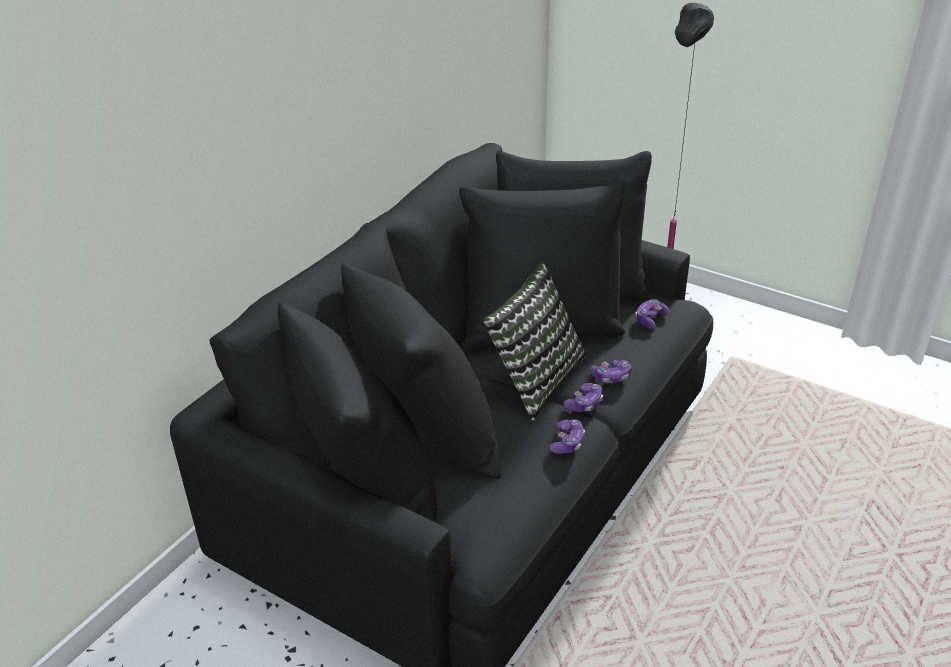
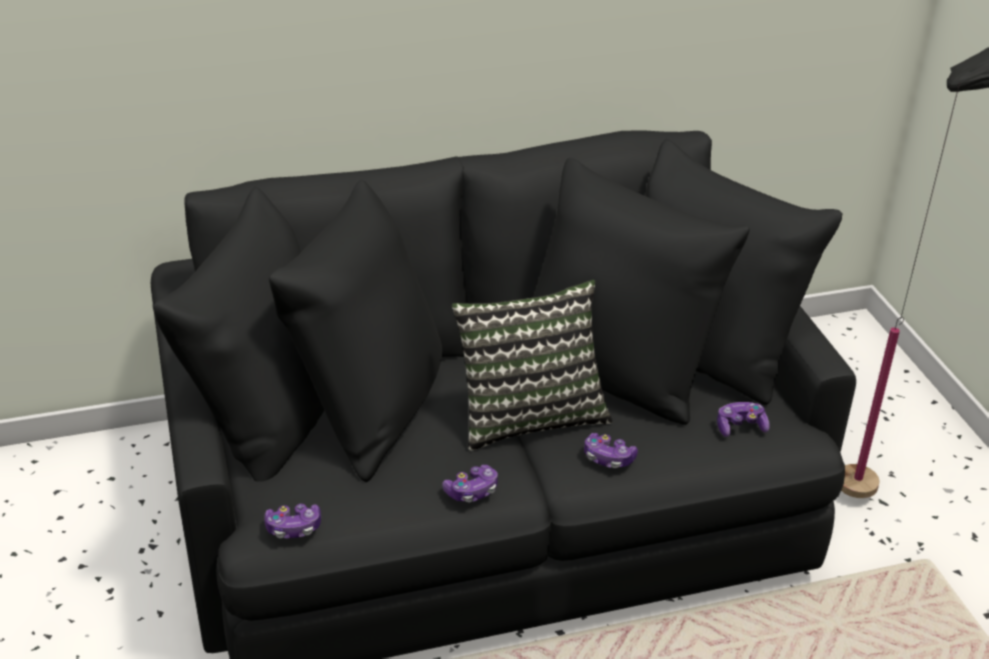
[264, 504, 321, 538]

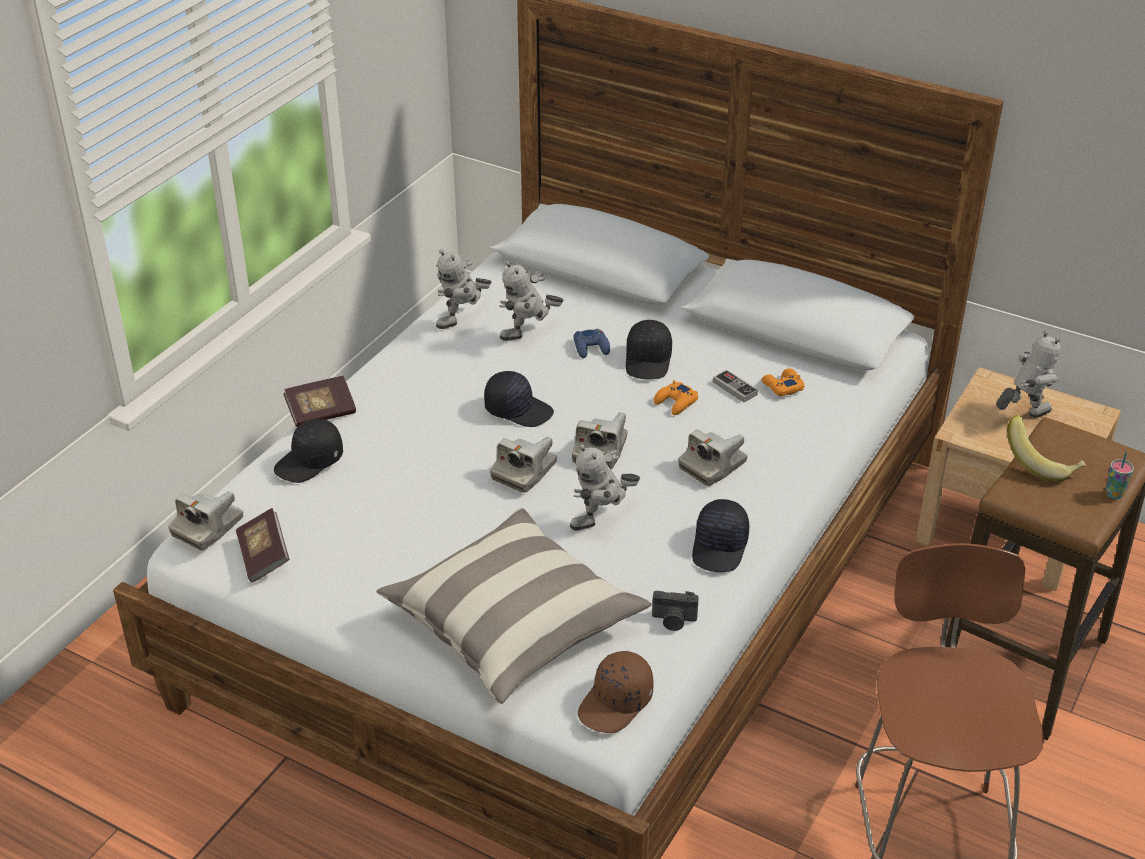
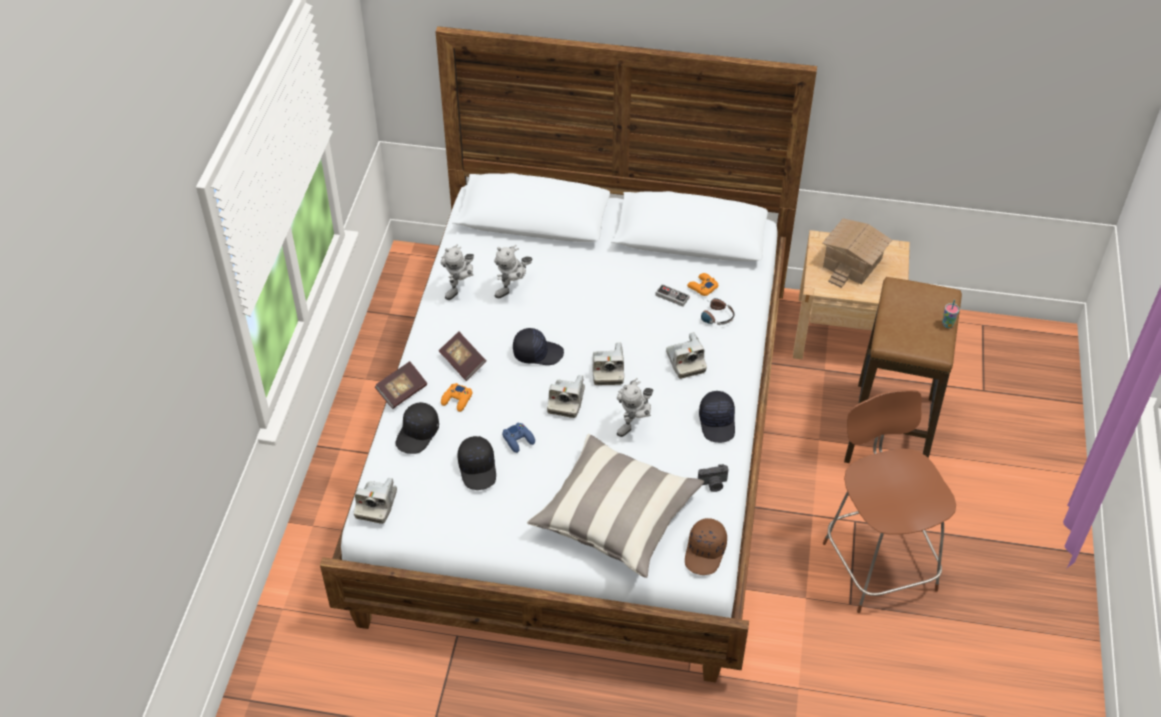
[457, 436, 496, 490]
[502, 422, 535, 453]
[822, 218, 892, 288]
[441, 383, 472, 412]
[1007, 415, 1086, 482] (first image)
[666, 332, 707, 379]
[439, 332, 486, 381]
[701, 298, 735, 325]

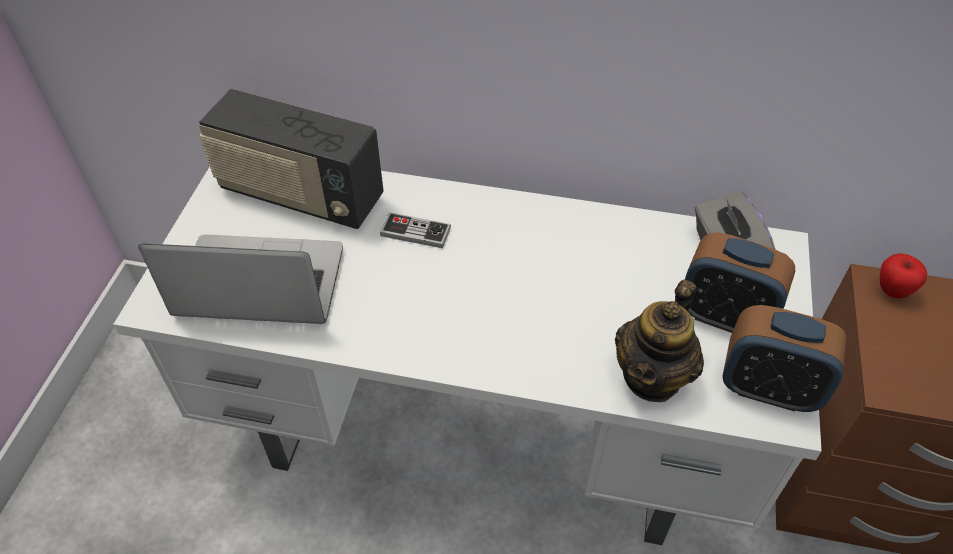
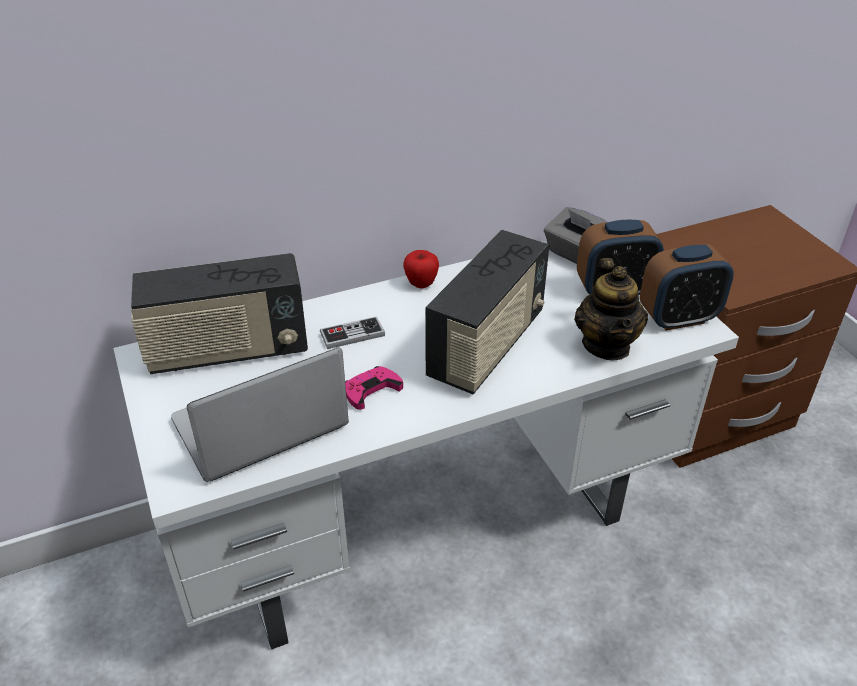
[403, 250, 439, 289]
[425, 230, 549, 394]
[345, 366, 403, 410]

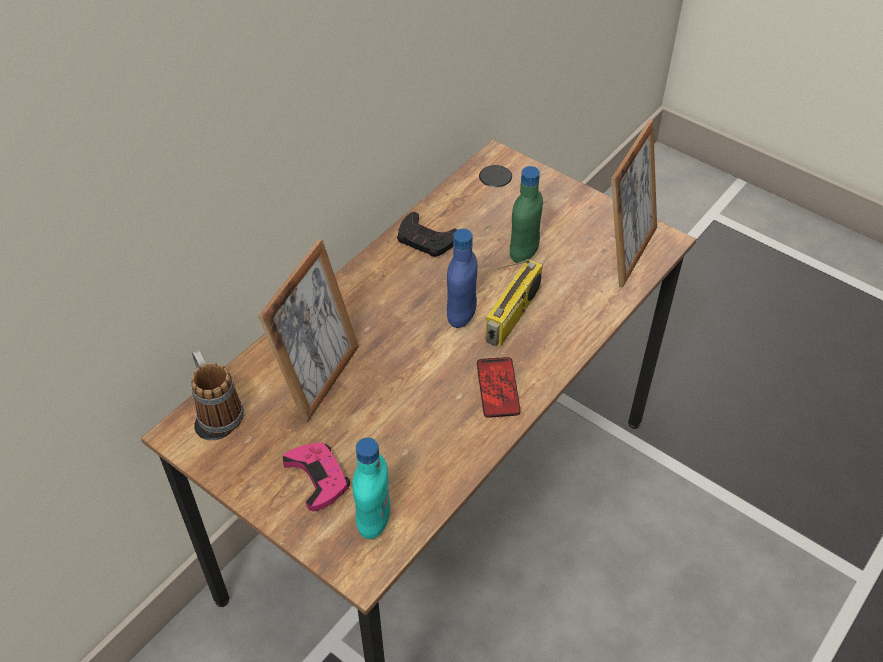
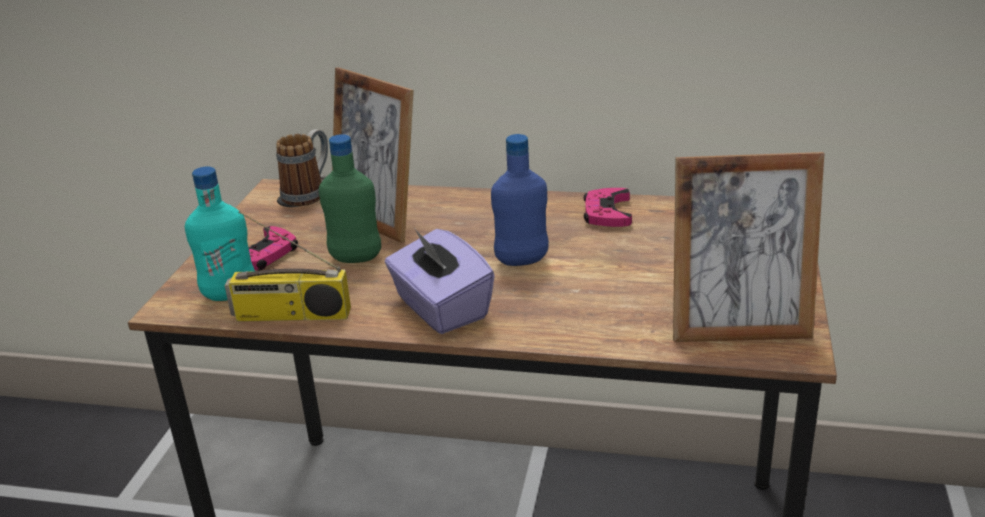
[319, 134, 381, 263]
[584, 188, 632, 227]
[332, 67, 414, 243]
[224, 211, 351, 322]
[385, 229, 495, 334]

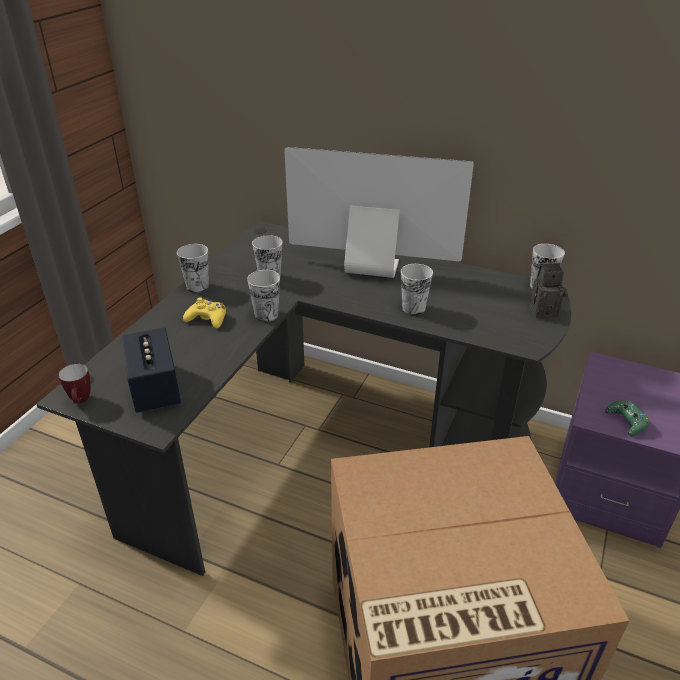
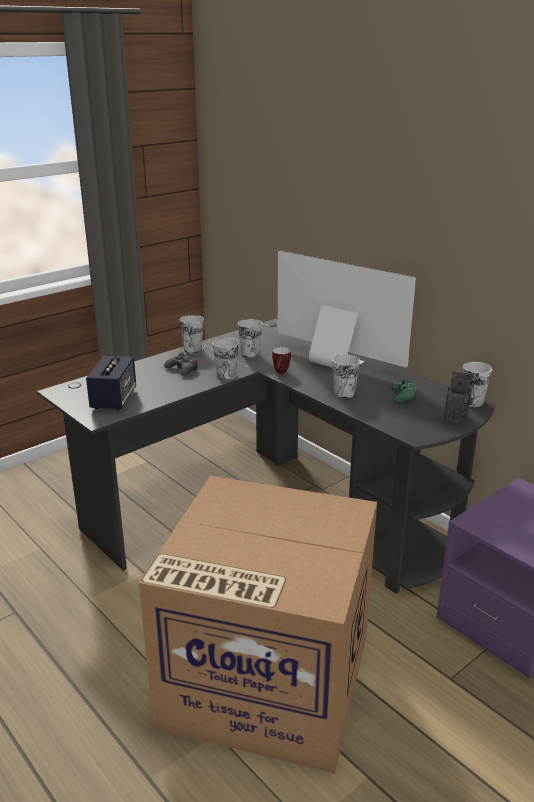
[164, 352, 198, 376]
[272, 347, 291, 374]
[392, 380, 416, 403]

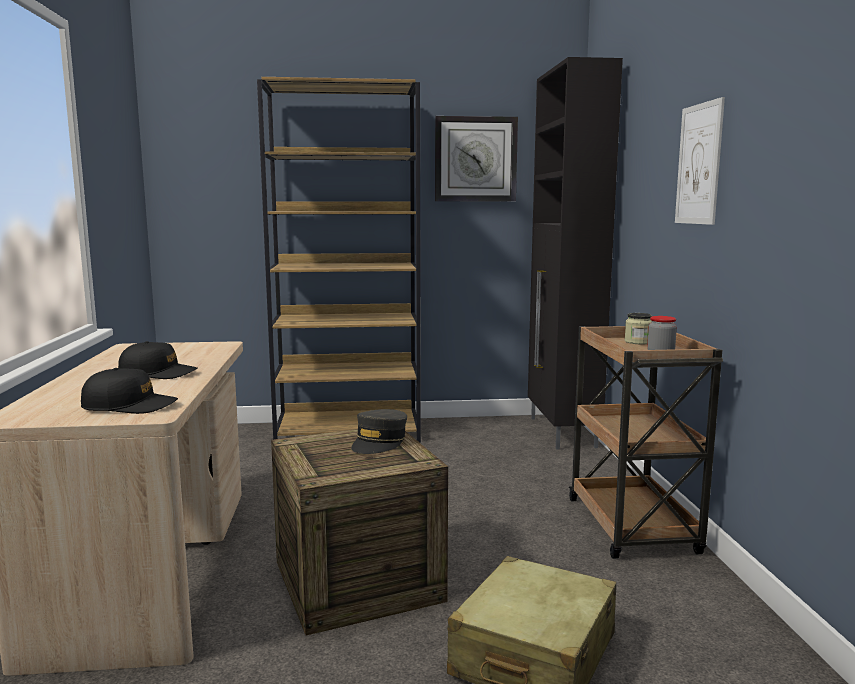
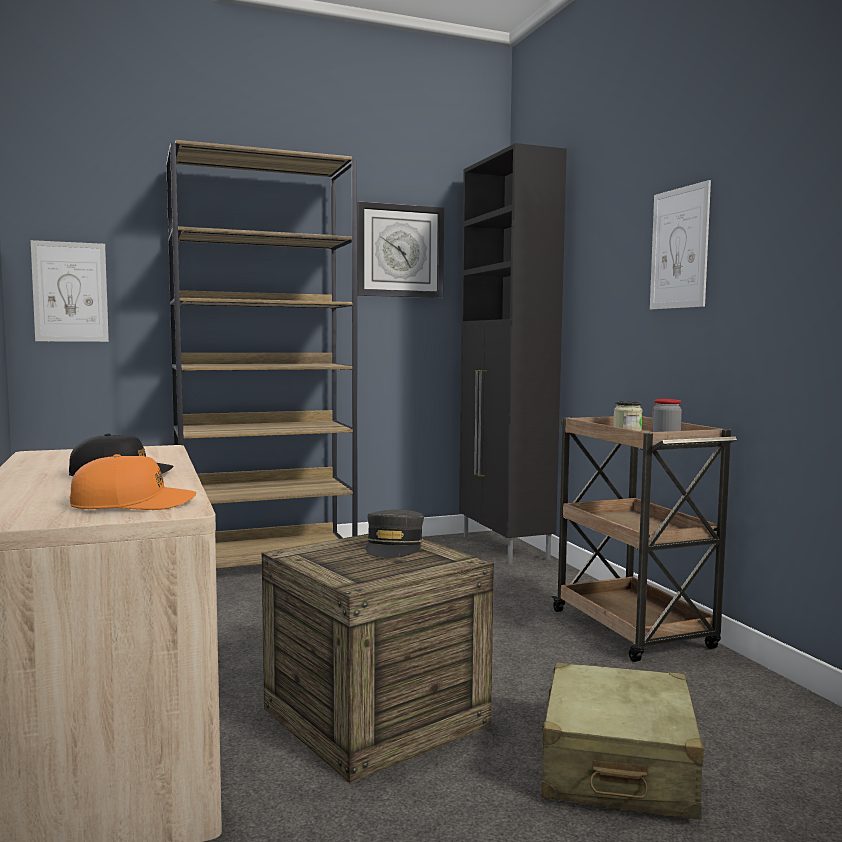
[70, 454, 197, 510]
[31, 240, 109, 342]

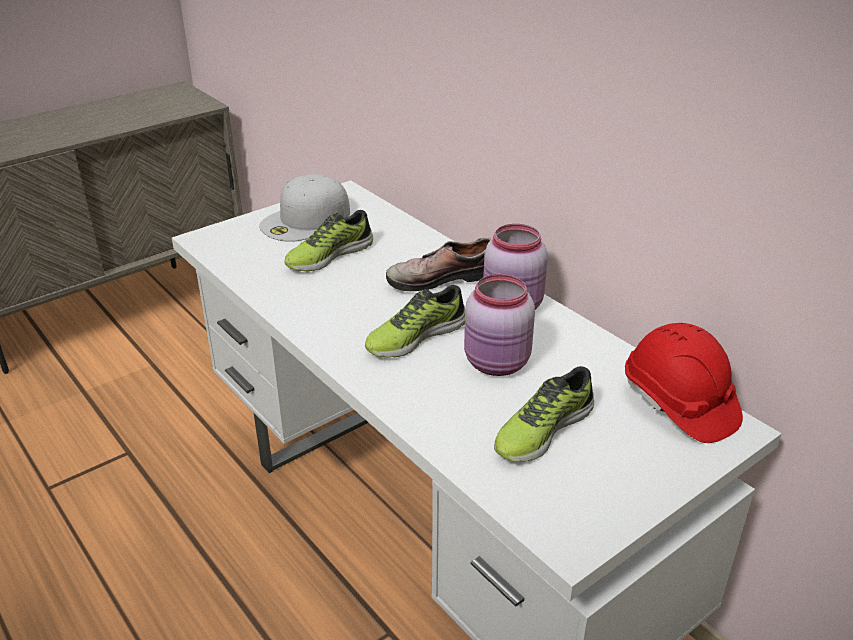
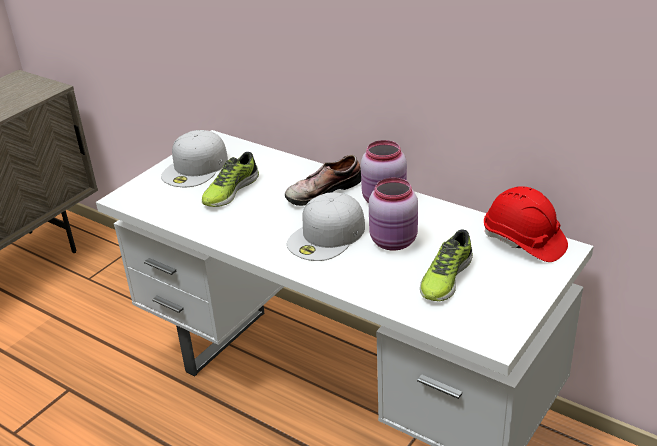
[287, 192, 365, 261]

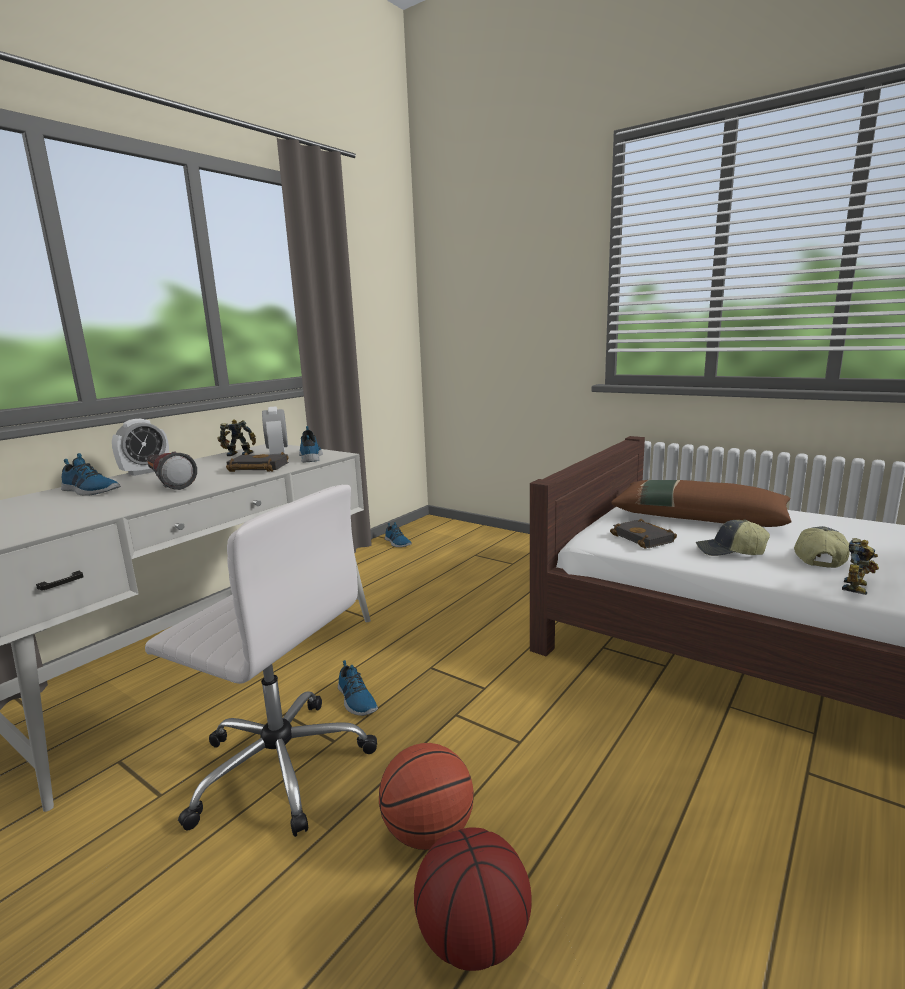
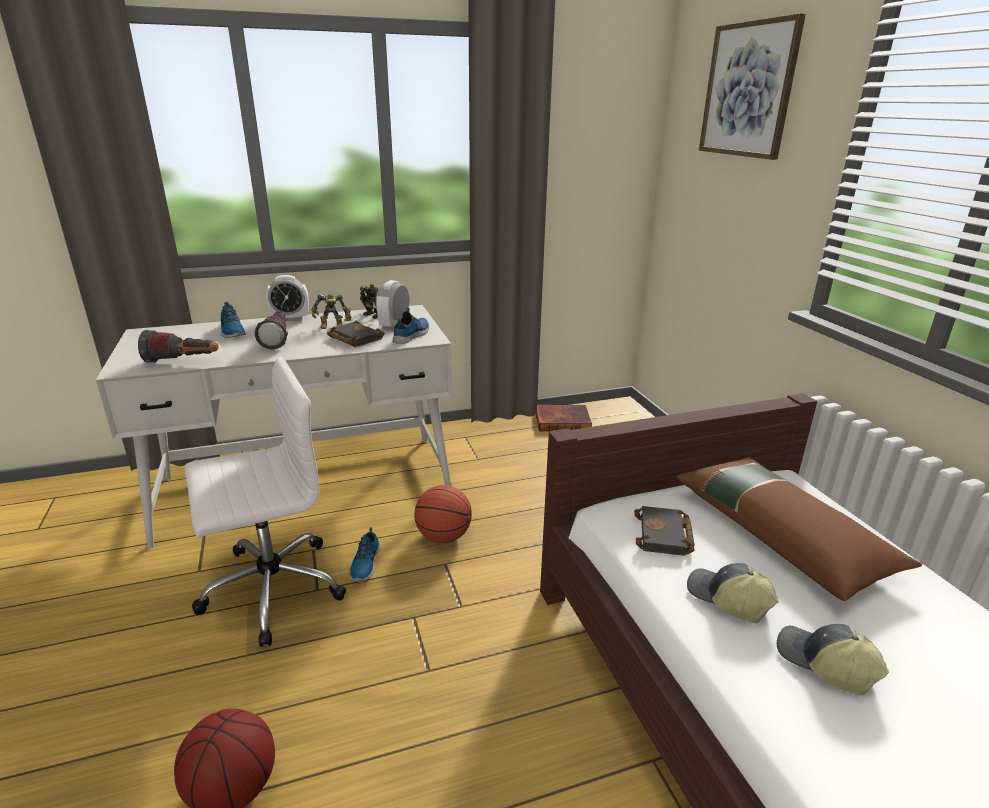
[184, 356, 346, 647]
[536, 405, 592, 431]
[777, 624, 889, 695]
[311, 294, 352, 329]
[414, 485, 472, 543]
[699, 13, 806, 160]
[138, 330, 219, 363]

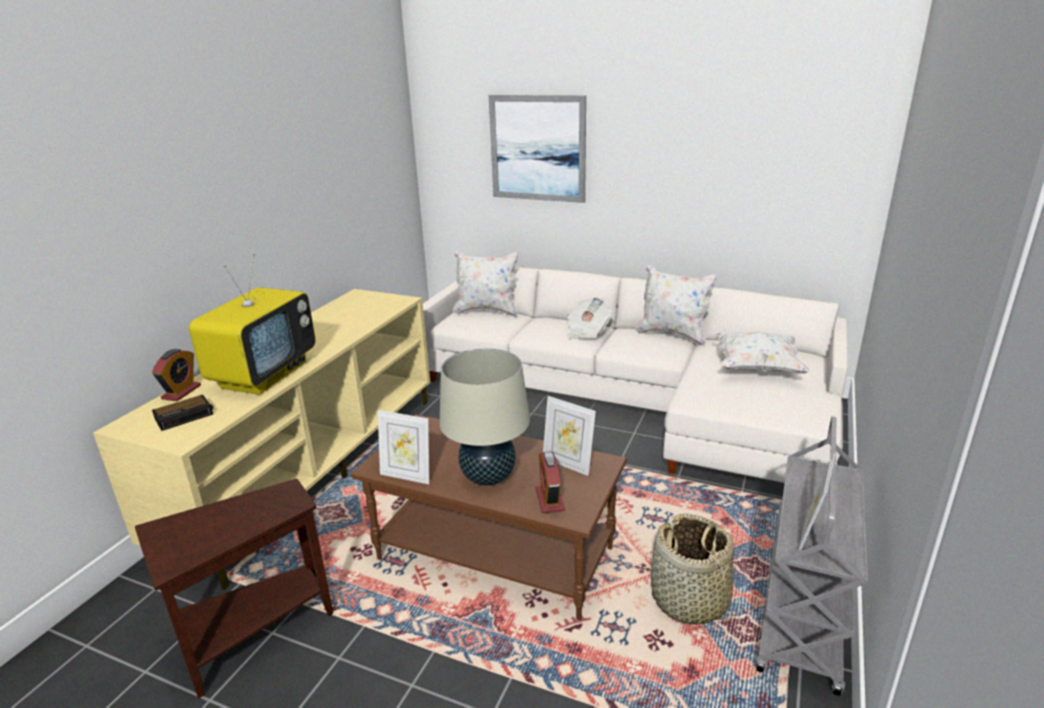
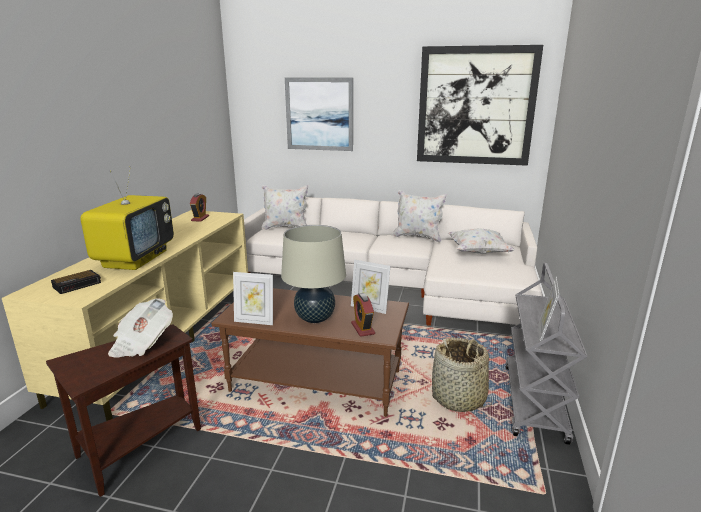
[108, 298, 173, 358]
[190, 193, 209, 222]
[417, 45, 543, 166]

